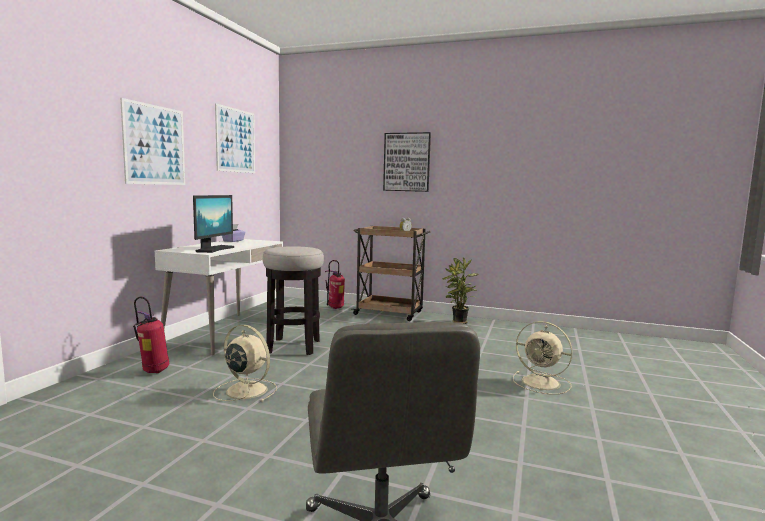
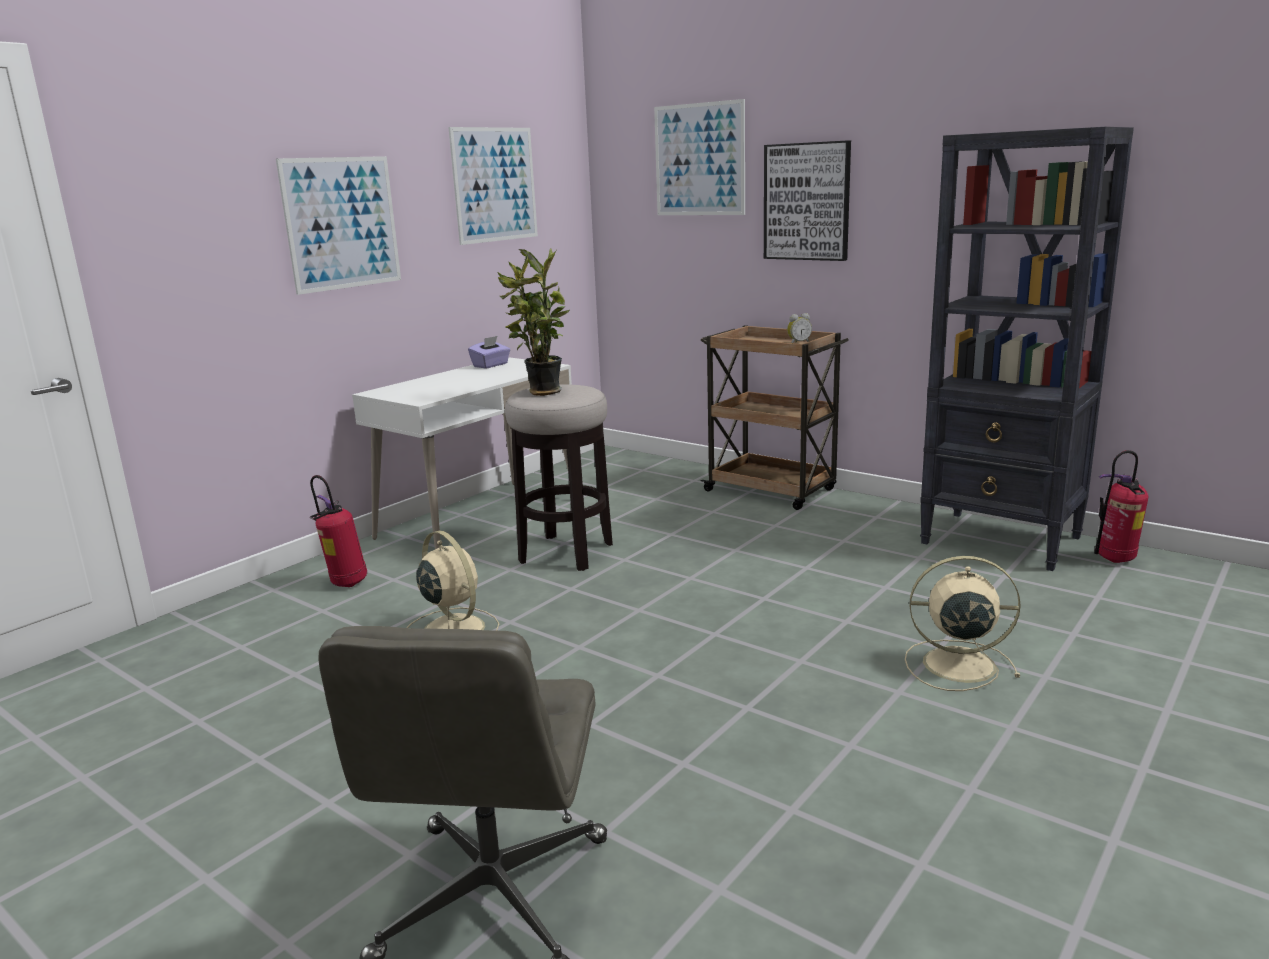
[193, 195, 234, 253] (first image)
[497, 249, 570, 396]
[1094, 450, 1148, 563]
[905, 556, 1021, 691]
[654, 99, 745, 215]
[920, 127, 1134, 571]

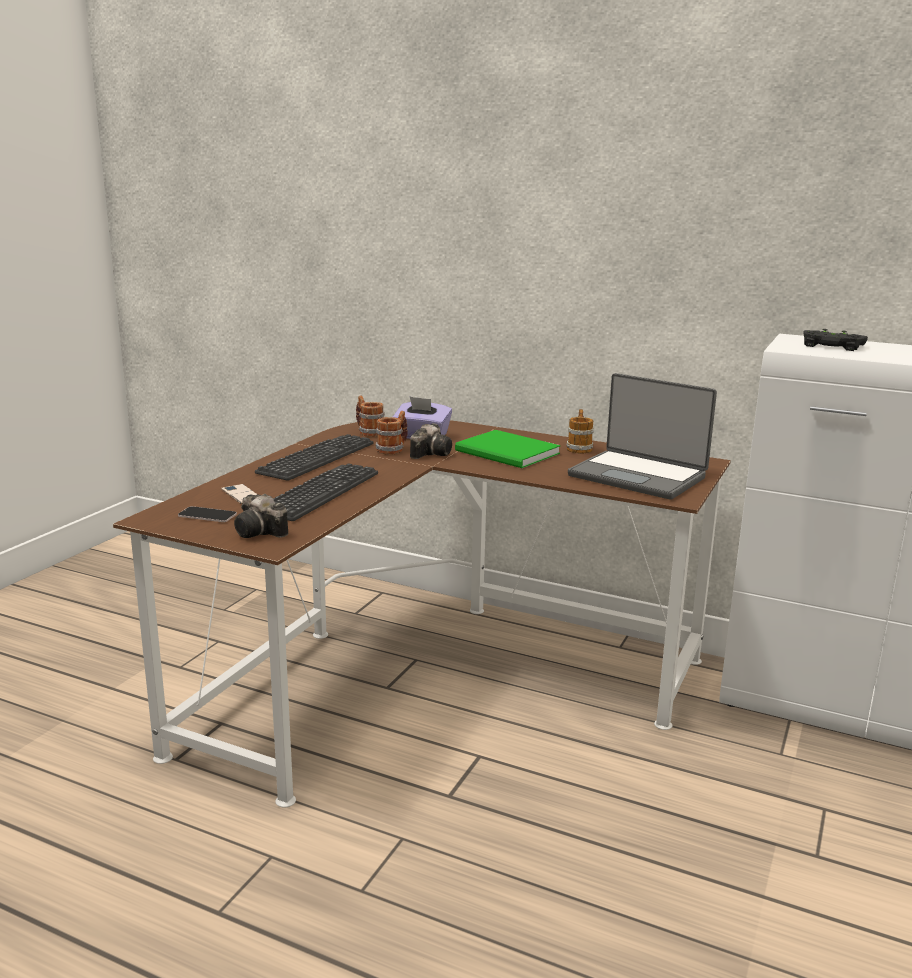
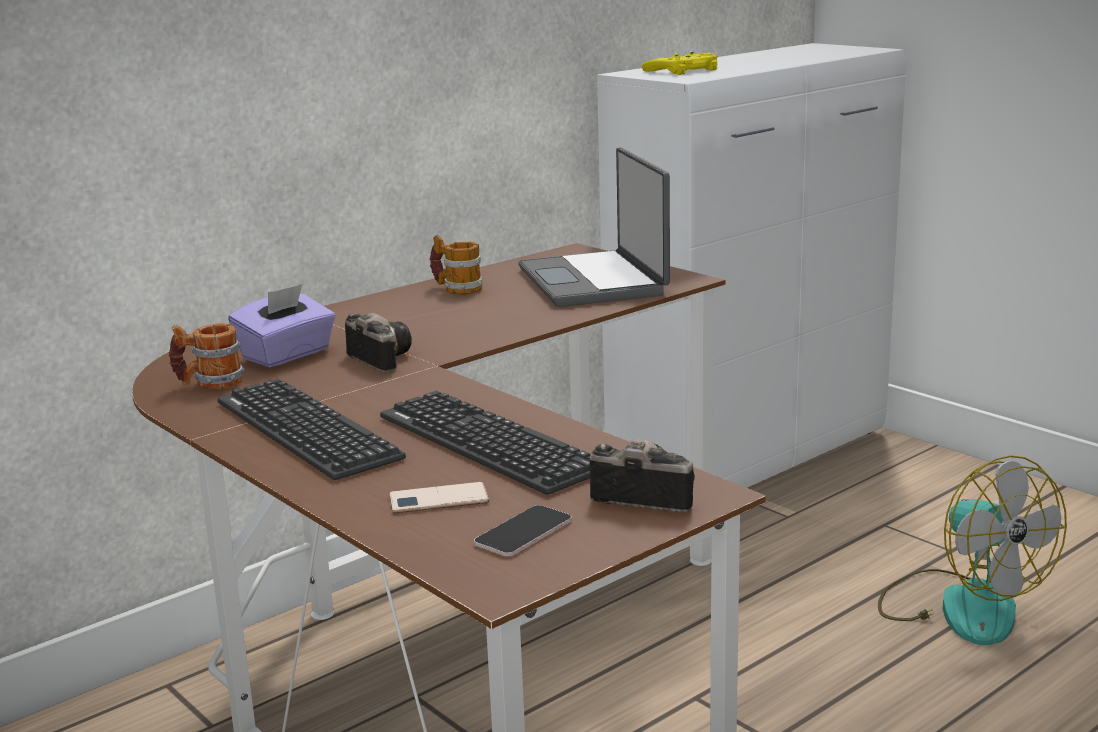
[642, 51, 718, 75]
[518, 147, 670, 307]
[375, 411, 408, 455] (first image)
[455, 430, 561, 468] (first image)
[590, 438, 695, 512]
[878, 455, 1067, 645]

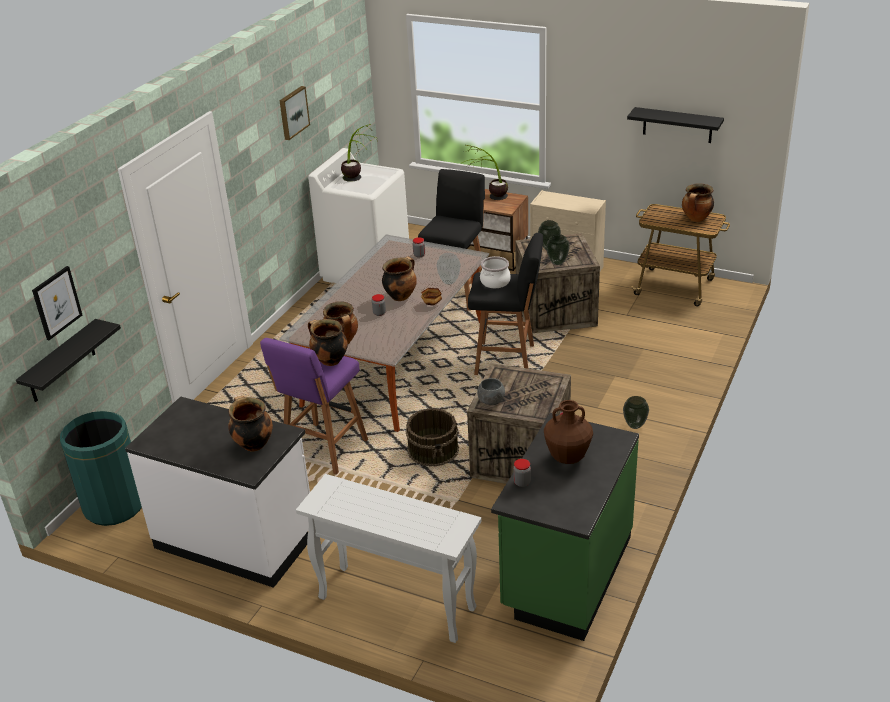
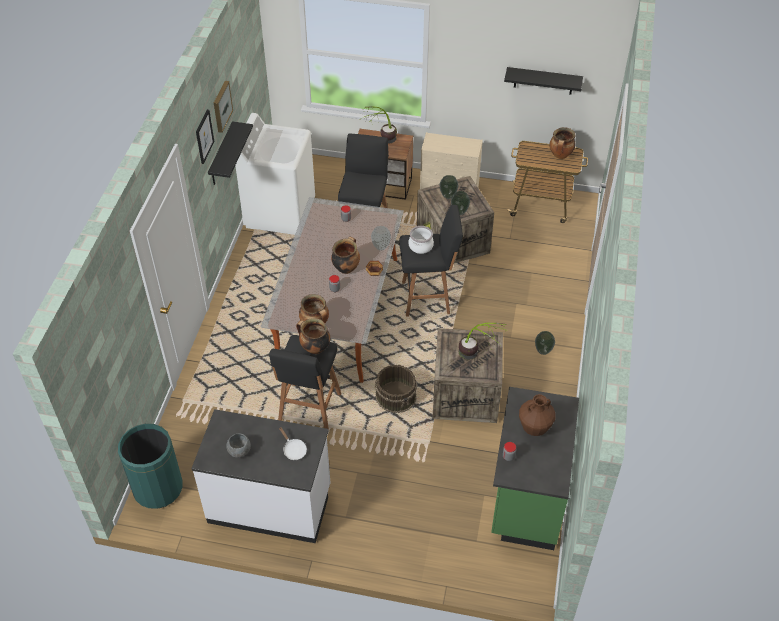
[459, 323, 508, 360]
[196, 109, 215, 164]
[208, 121, 253, 185]
[269, 335, 342, 430]
[226, 434, 251, 458]
[279, 427, 307, 460]
[296, 474, 482, 643] (first image)

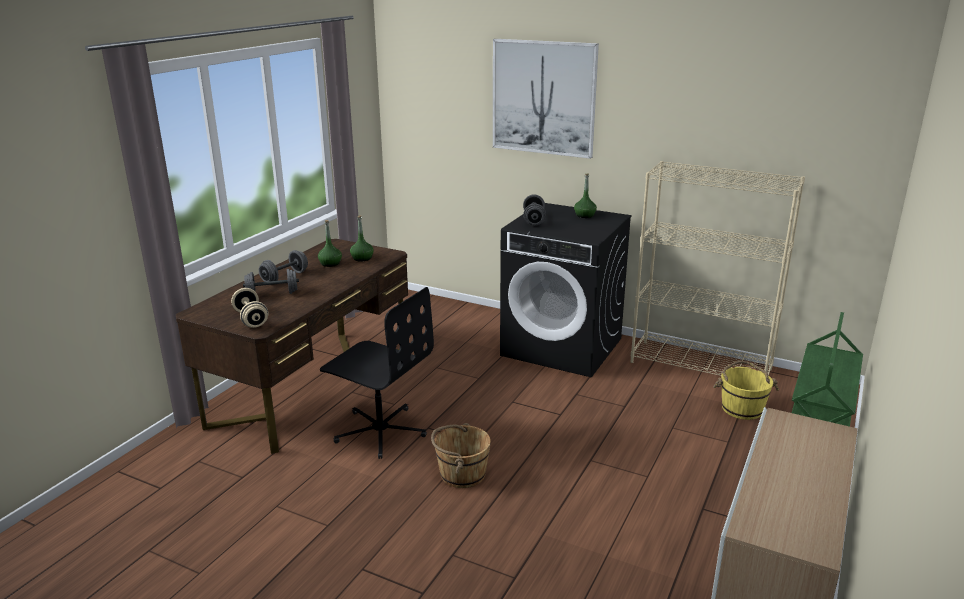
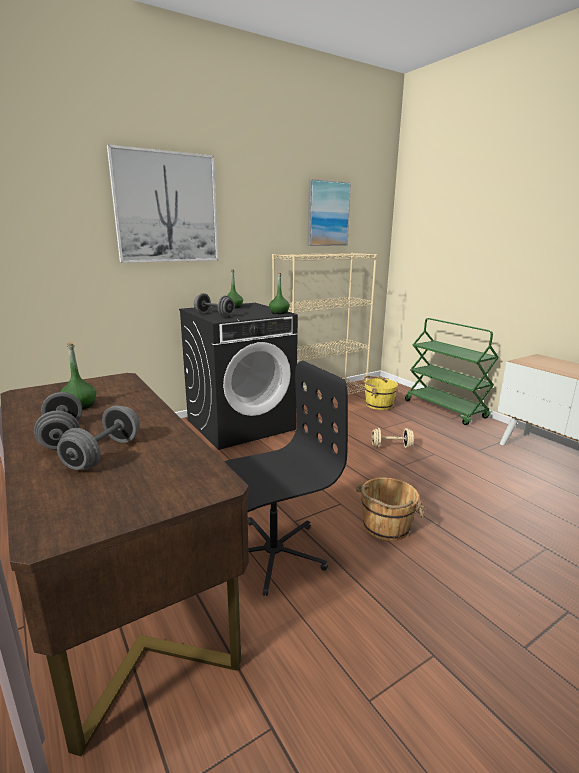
[269, 272, 290, 314]
[371, 428, 414, 448]
[307, 179, 351, 246]

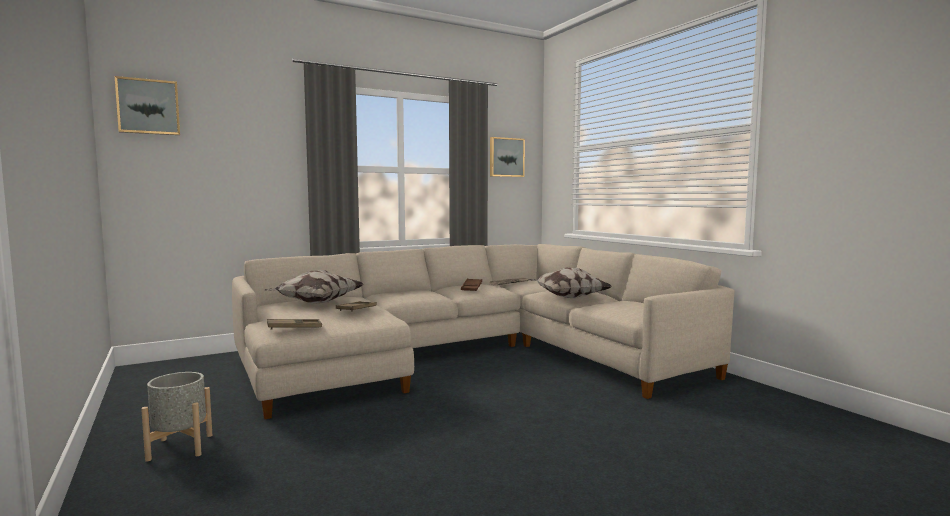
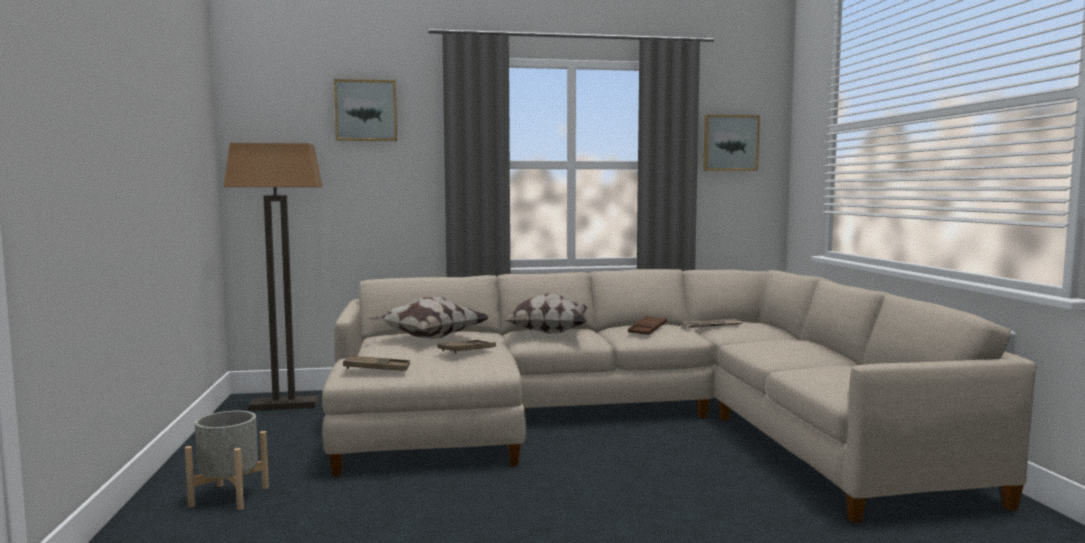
[334, 79, 397, 141]
[504, 293, 588, 334]
[224, 143, 323, 411]

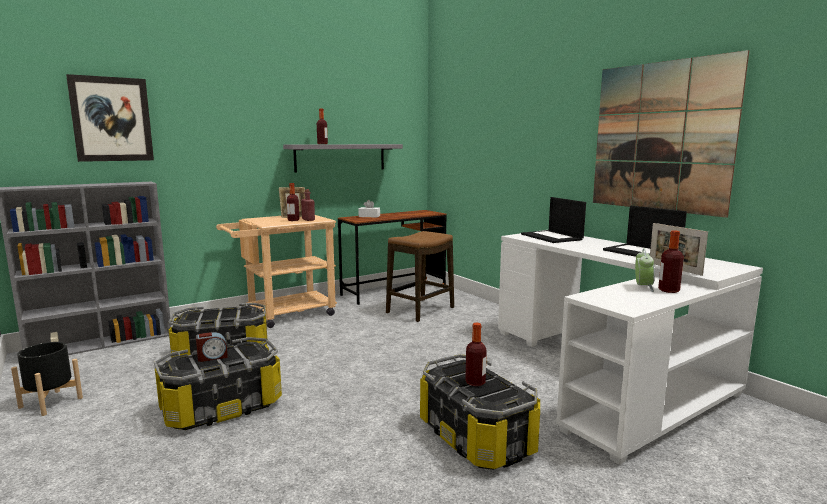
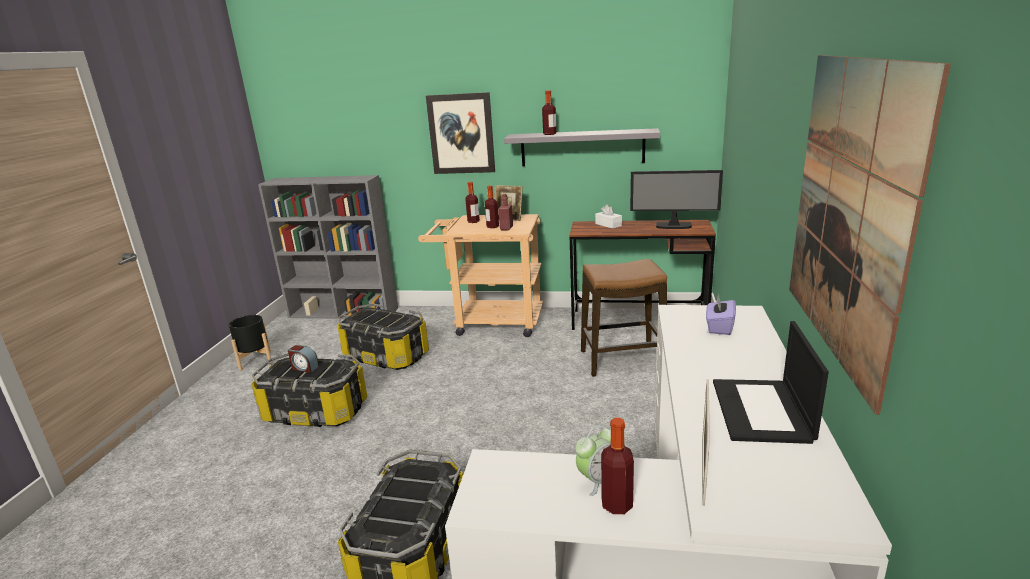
[426, 92, 495, 174]
[706, 294, 736, 335]
[465, 182, 480, 223]
[630, 170, 723, 229]

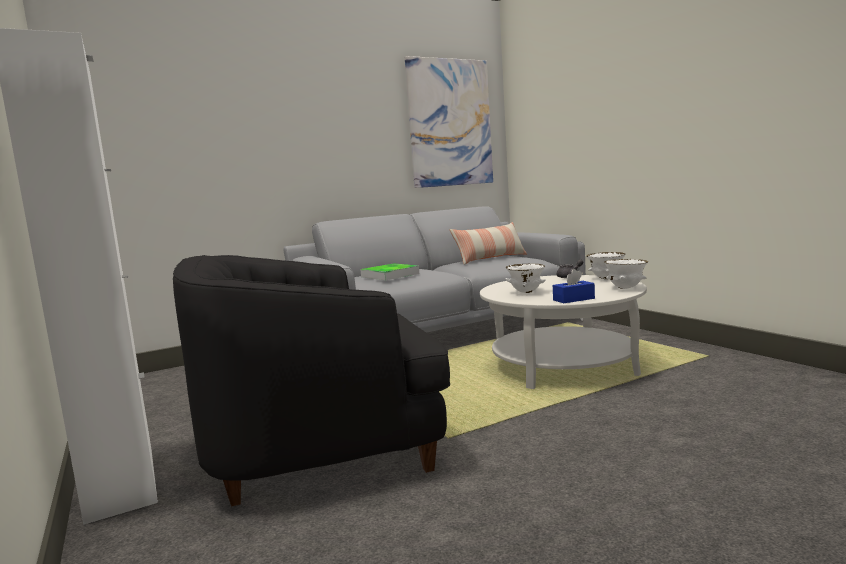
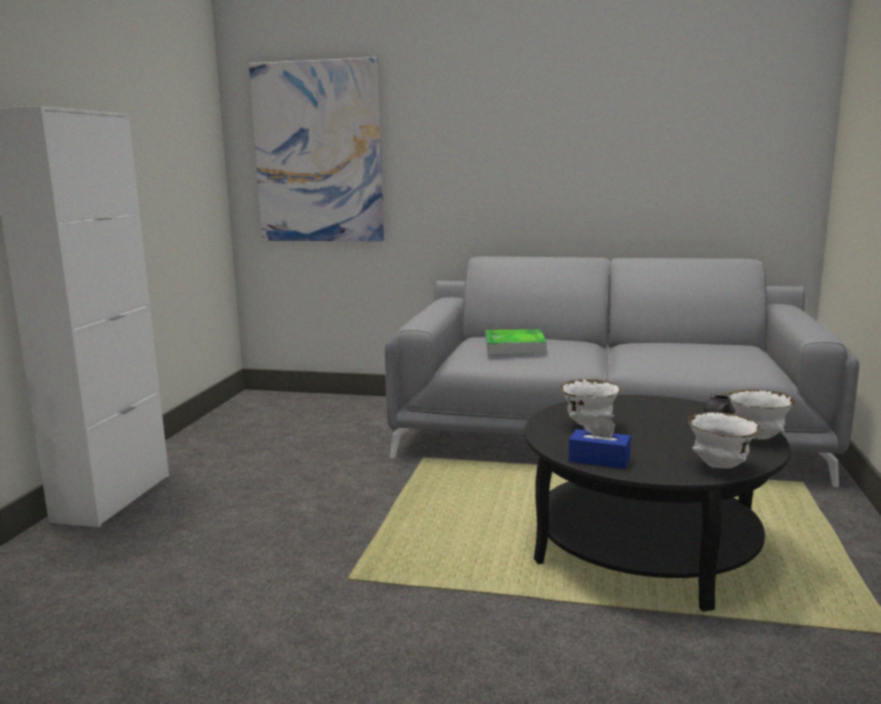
[249, 57, 384, 241]
[449, 222, 527, 265] (first image)
[173, 255, 450, 506] (first image)
[525, 395, 790, 612]

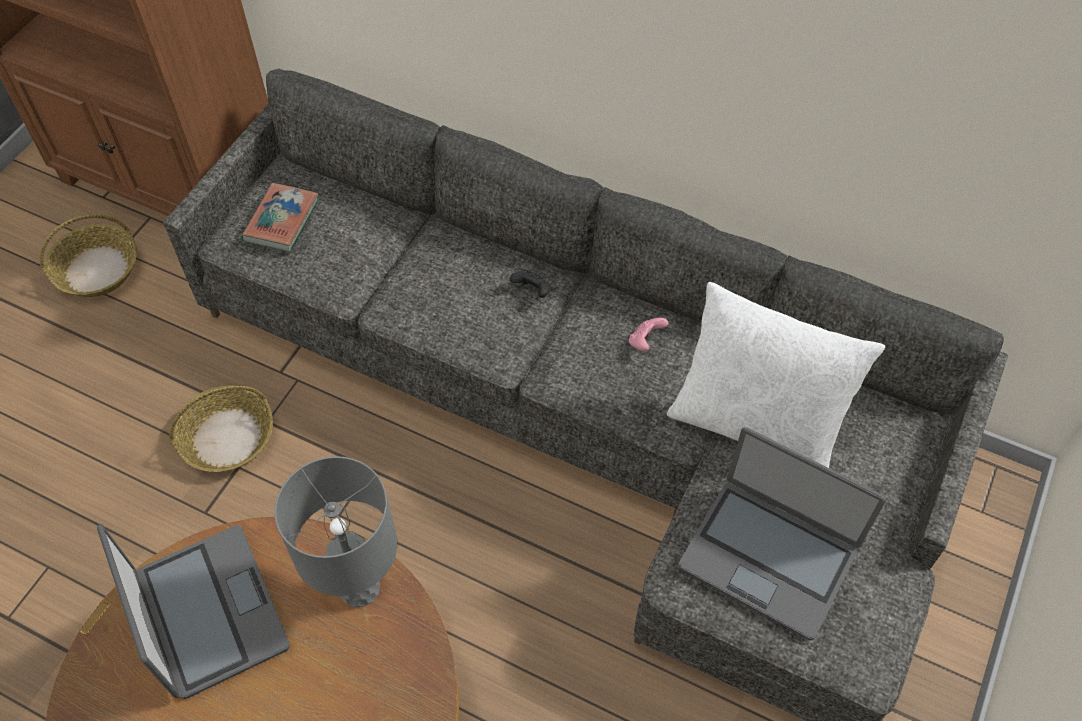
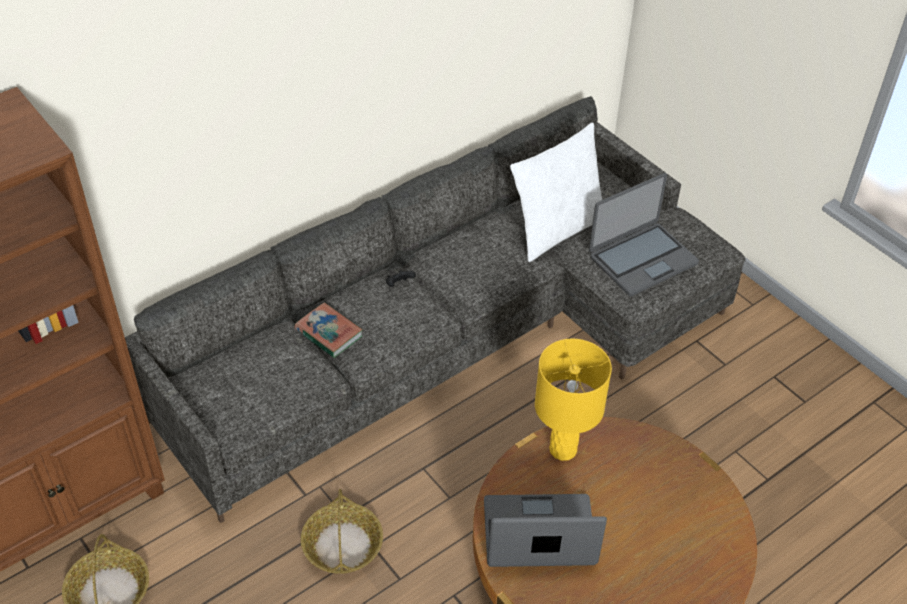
[295, 302, 363, 358]
[629, 317, 668, 351] (first image)
[535, 339, 612, 461]

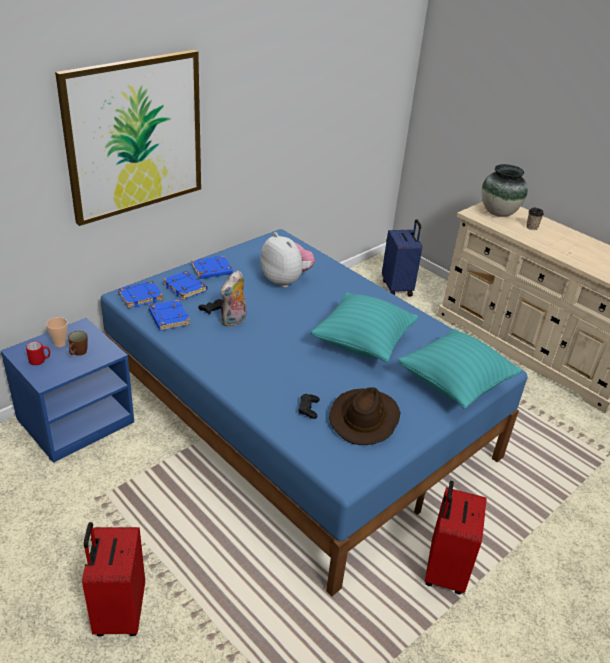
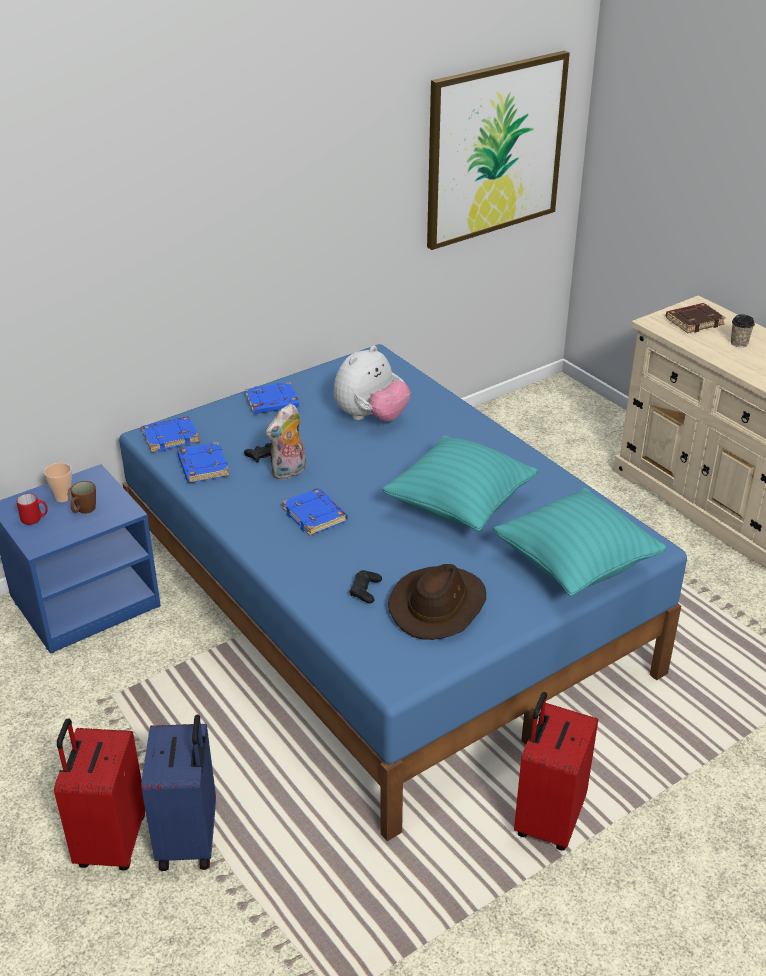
[427, 51, 570, 250]
[666, 303, 726, 333]
[141, 715, 216, 871]
[334, 346, 411, 421]
[282, 488, 348, 536]

